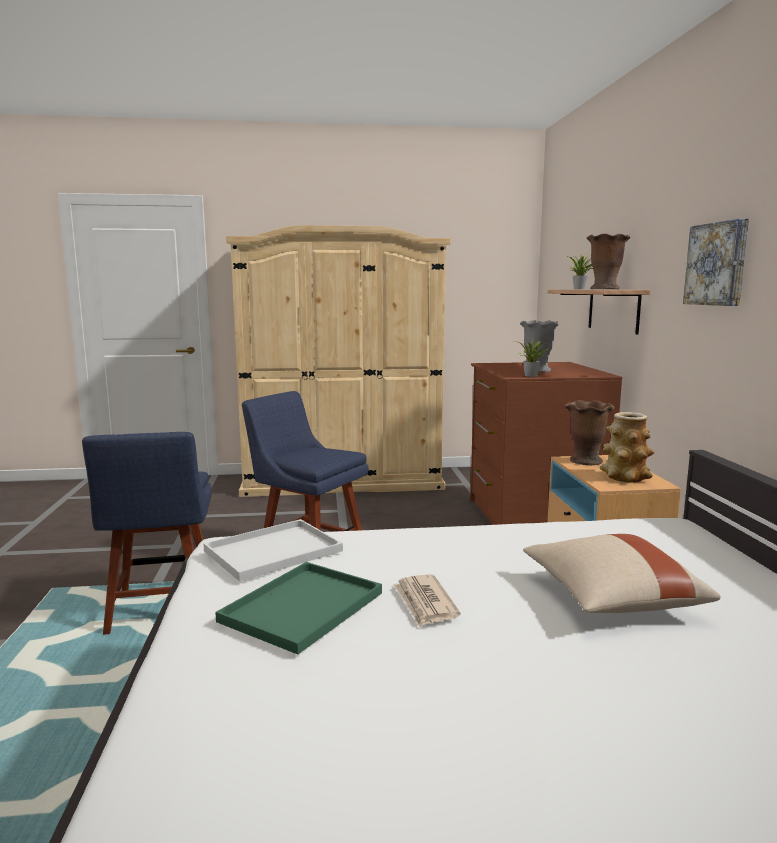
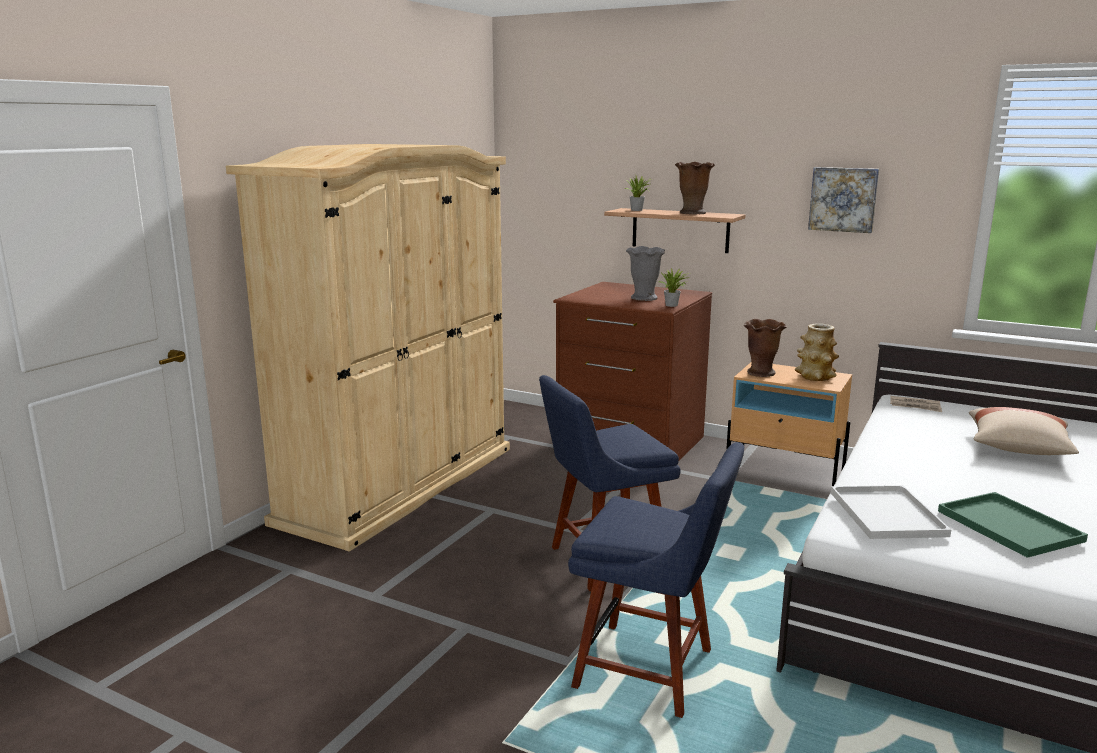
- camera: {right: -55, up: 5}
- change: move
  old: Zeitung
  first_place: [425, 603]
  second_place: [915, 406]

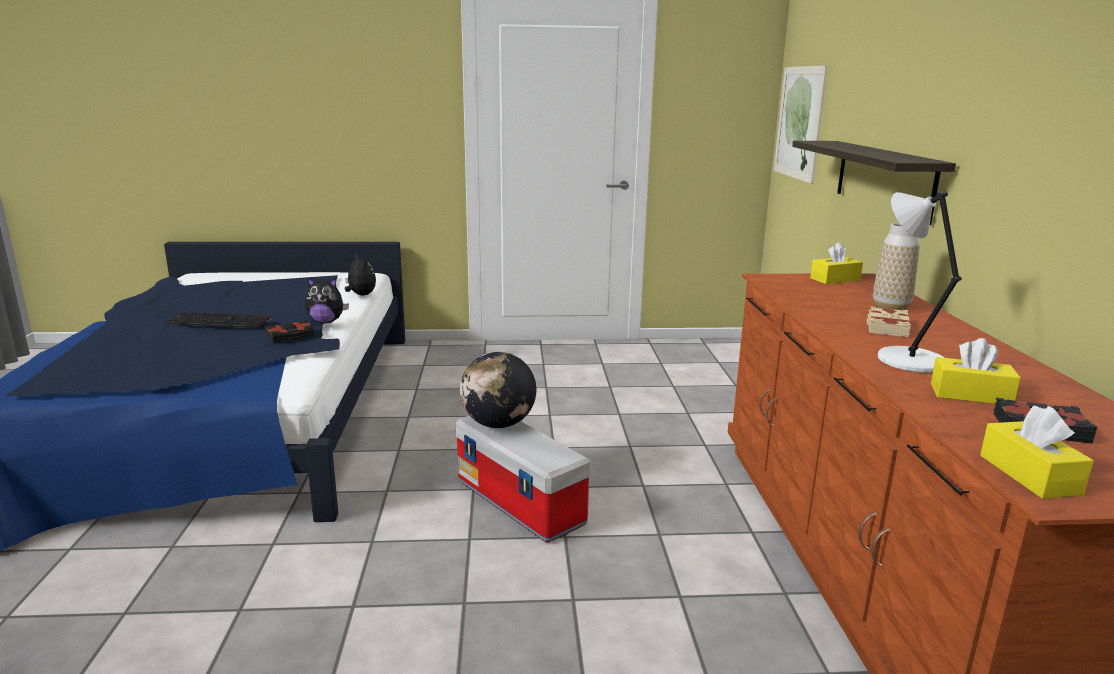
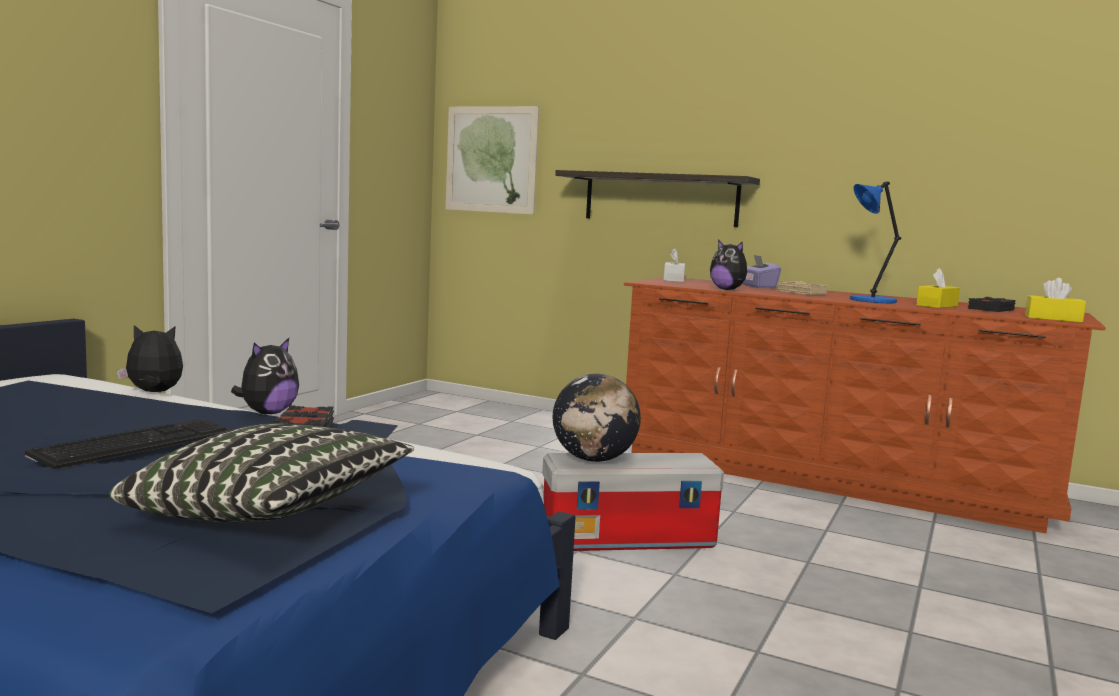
- camera: {right: -60, up: -10}
- change: recolor
  old: Taschentuchbox (gelb)
  new: Taschentuchbox (weiß)
  first_place: [835, 279]
  second_place: [673, 280]
- change: replace
  old: Vase
  new: Taschentuchbox (lila)
  first_place: [890, 307]
  second_place: [758, 287]
- change: recolor
  old: Tischlampe (weiß)
  new: Tischlampe (blau)
  first_place: [907, 360]
  second_place: [870, 300]
- change: insert
  new: Kissen
  second_place: [269, 515]
- change: insert
  new: Plüschtier
  second_place: [728, 290]

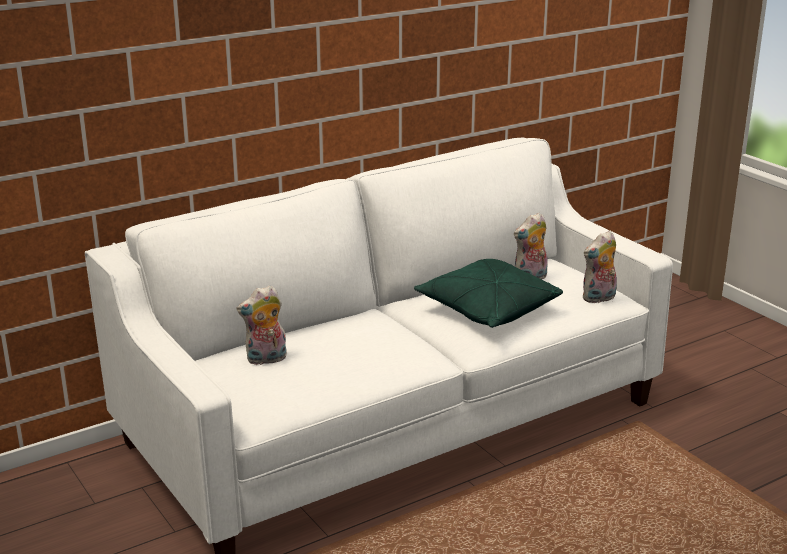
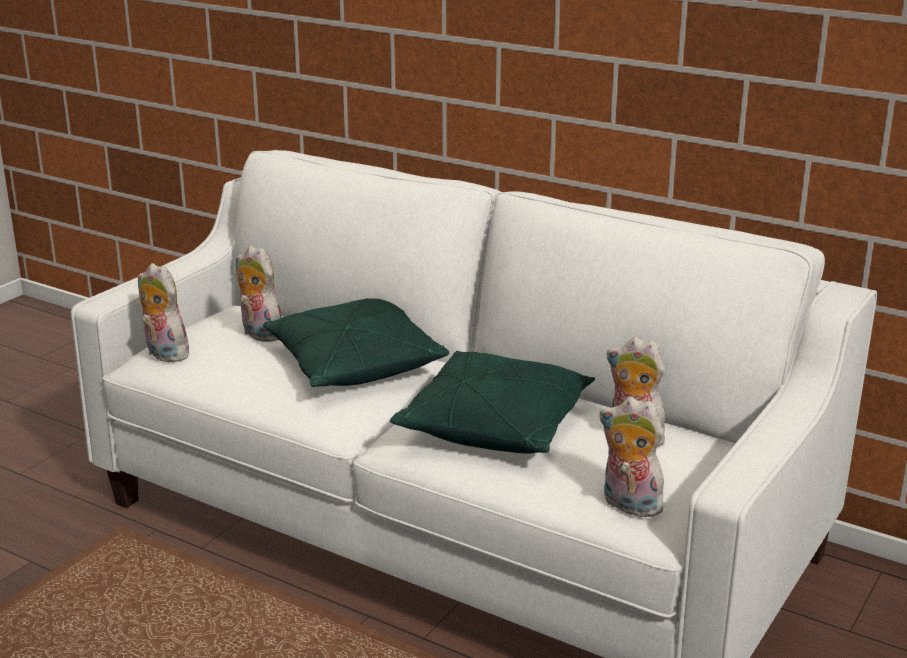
- camera: {right: 65, up: 0}
- change: insert
  new: Plüschtier
  second_place: [163, 354]
- change: insert
  new: Kissen (grün)
  second_place: [354, 365]

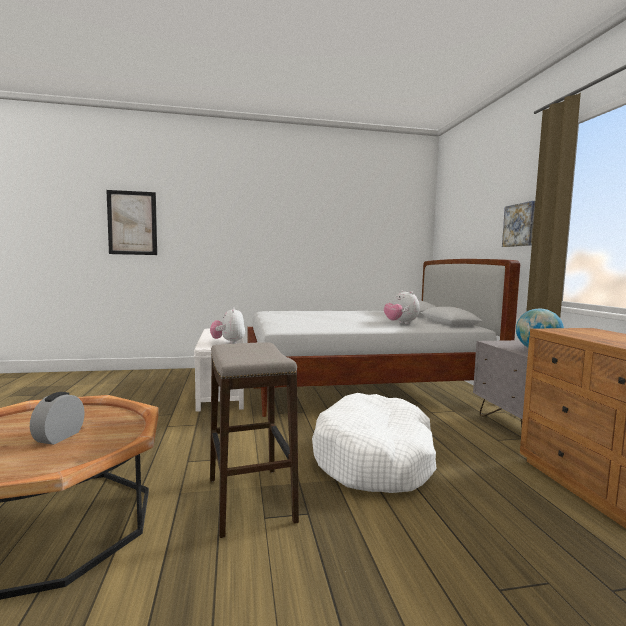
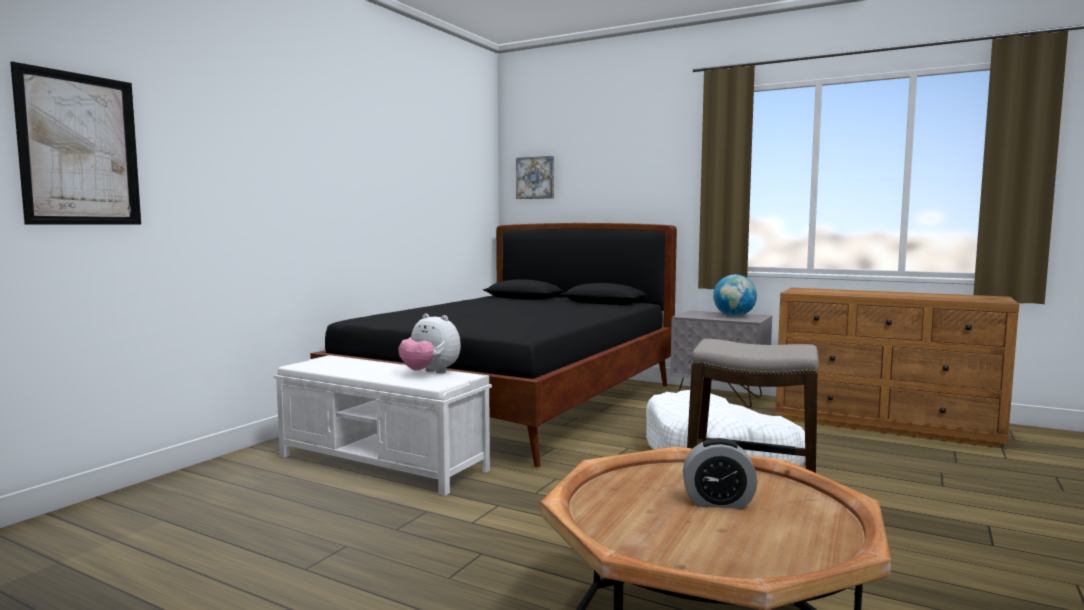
- camera: {right: -50, up: 0}
- change: rotate
  old: Wecker
  first_place: [59, 437]
  second_place: [718, 502]
  degrees: -45
- change: recolor
  old: Bett (weiß)
  new: Bett (schwarz)
  first_place: [360, 384]
  second_place: [515, 404]
- change: delete
  old: Plüschtier
  first_place: [401, 323]
- change: move
  old: Bild
  first_place: [521, 225]
  second_place: [536, 178]

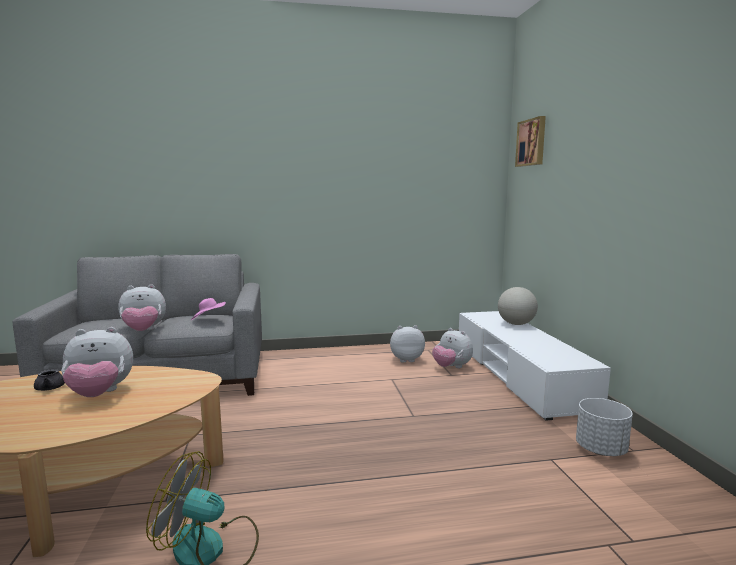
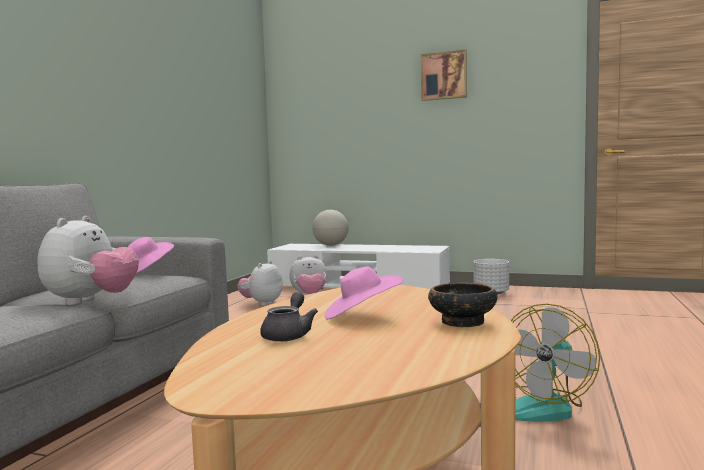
- camera: {right: -60, up: -5}
- change: replace
  old: Plüschtier
  new: Hut (rosa)
  first_place: [100, 394]
  second_place: [361, 316]
- change: move
  old: Bild
  first_place: [532, 142]
  second_place: [444, 76]
- change: insert
  new: Schüssel
  second_place: [462, 322]

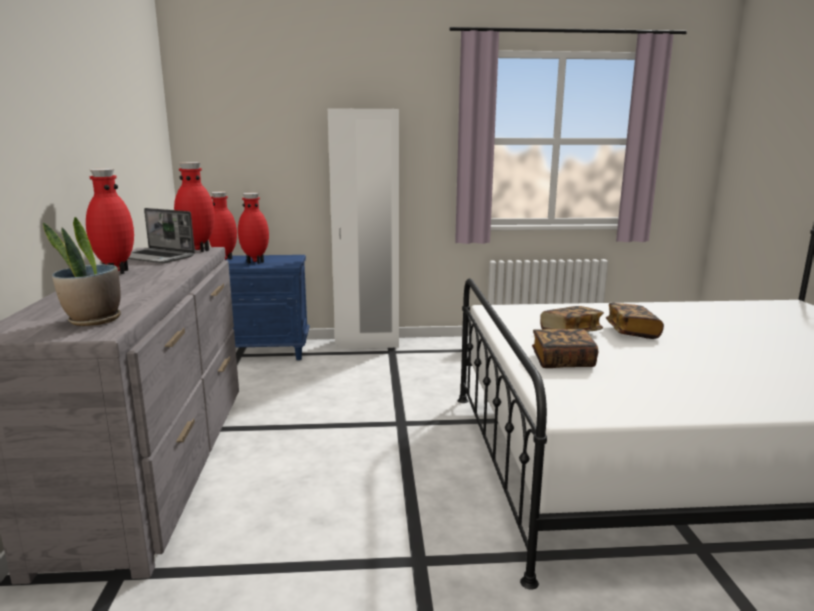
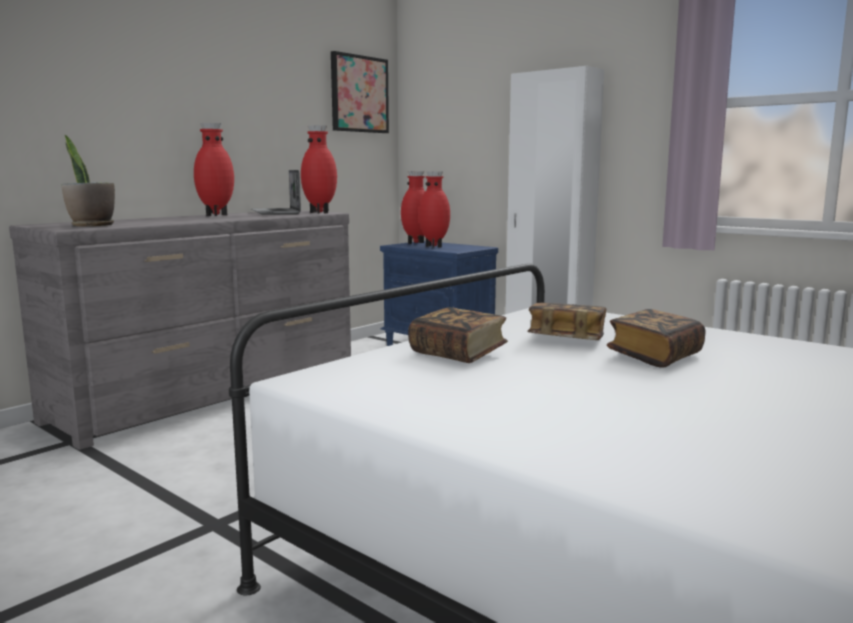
- camera: {right: 45, up: -5}
- change: insert
  new: Bild
  second_place: [359, 94]

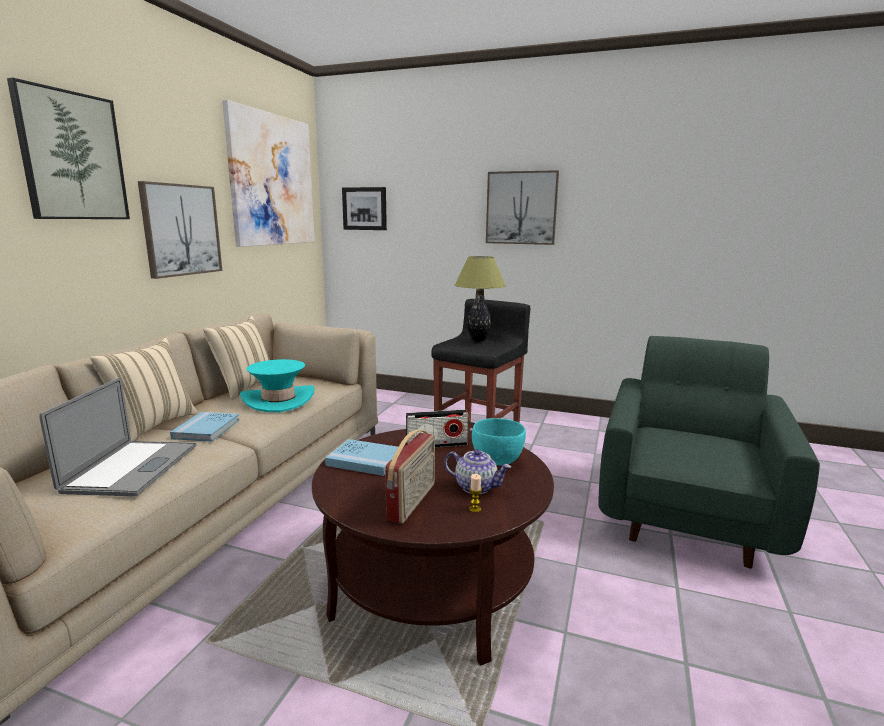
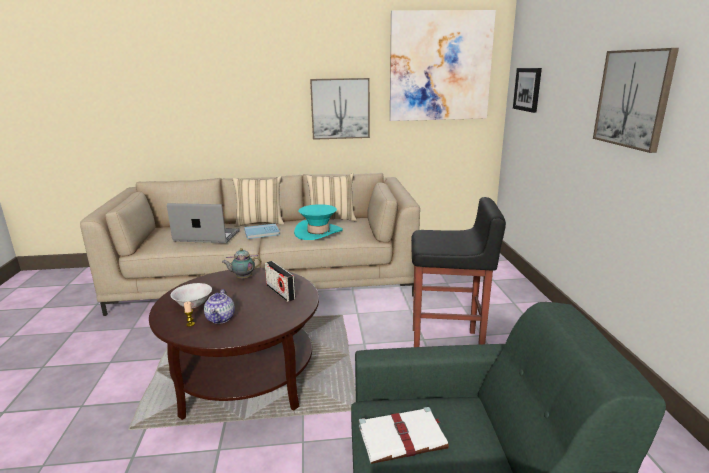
- camera: {right: 65, up: 5}
- change: delete
  old: Bild
  first_place: [72, 156]
- change: rotate
  old: Laptop
  first_place: [132, 468]
  second_place: [207, 236]
  degrees: -150
- change: replace
  old: Buch (blau)
  new: Teekanne
  first_place: [365, 460]
  second_place: [243, 278]
- change: replace
  old: Radio
  new: Schüssel (weiß)
  first_place: [413, 502]
  second_place: [193, 304]
- change: delete
  old: Tischlampe
  first_place: [478, 340]
- change: delete
  old: Schüssel (türkis)
  first_place: [496, 461]
- change: insert
  new: Buch (weiß)
  second_place: [403, 437]

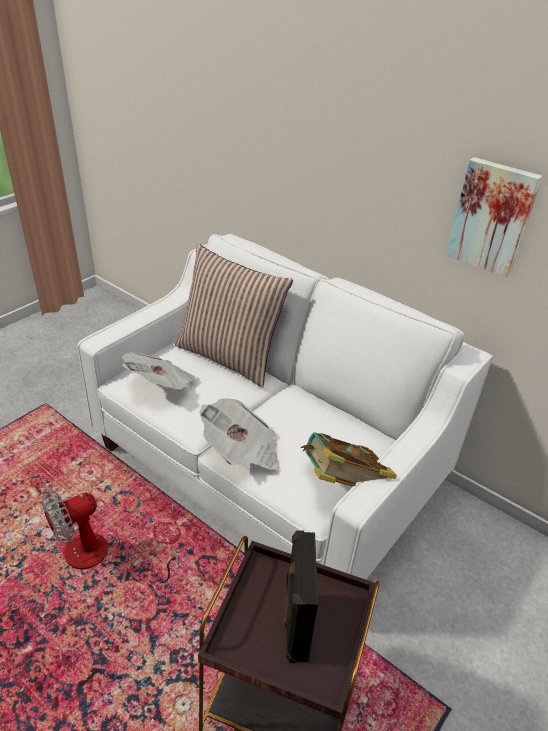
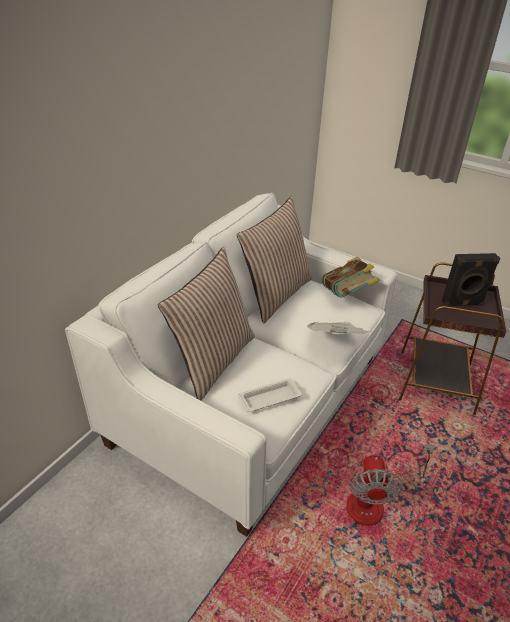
- camera: {right: -95, up: 0}
- change: rotate
  old: Ventilator
  first_place: [101, 557]
  second_place: [375, 501]
  degrees: 45
- change: replace
  old: Zeitung
  new: Tablett (weiß)
  first_place: [163, 386]
  second_place: [271, 398]
- change: delete
  old: Bild
  first_place: [492, 216]
- change: insert
  new: Kissen
  second_place: [275, 294]

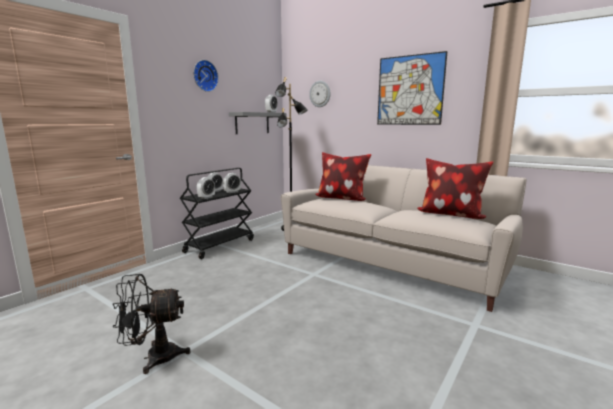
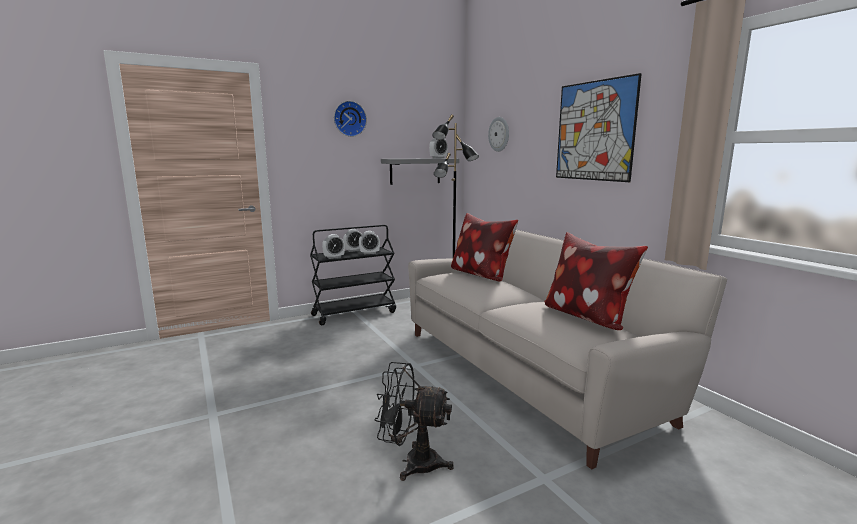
- camera: {right: 25, up: 0}
- change: move
  old: Ventilator (schwarz)
  first_place: [153, 357]
  second_place: [412, 462]

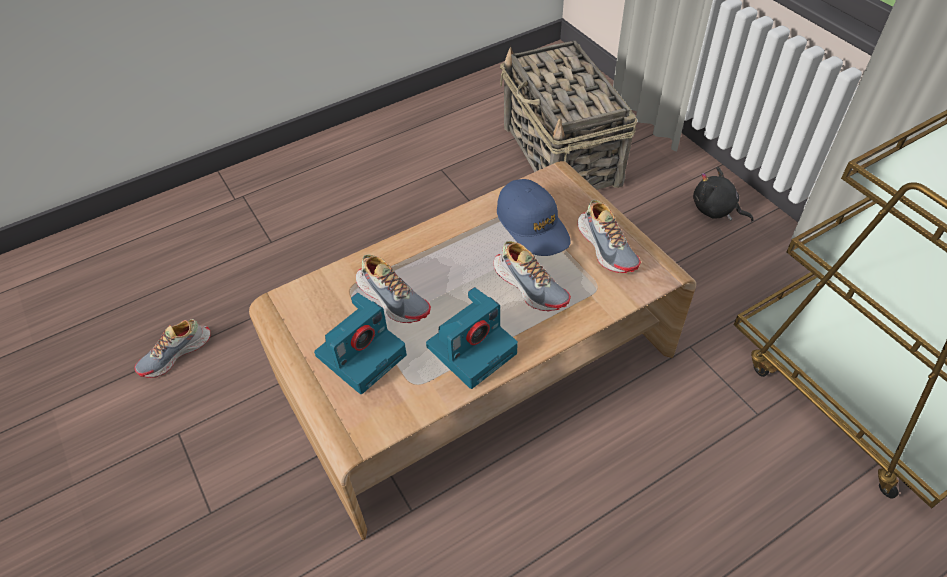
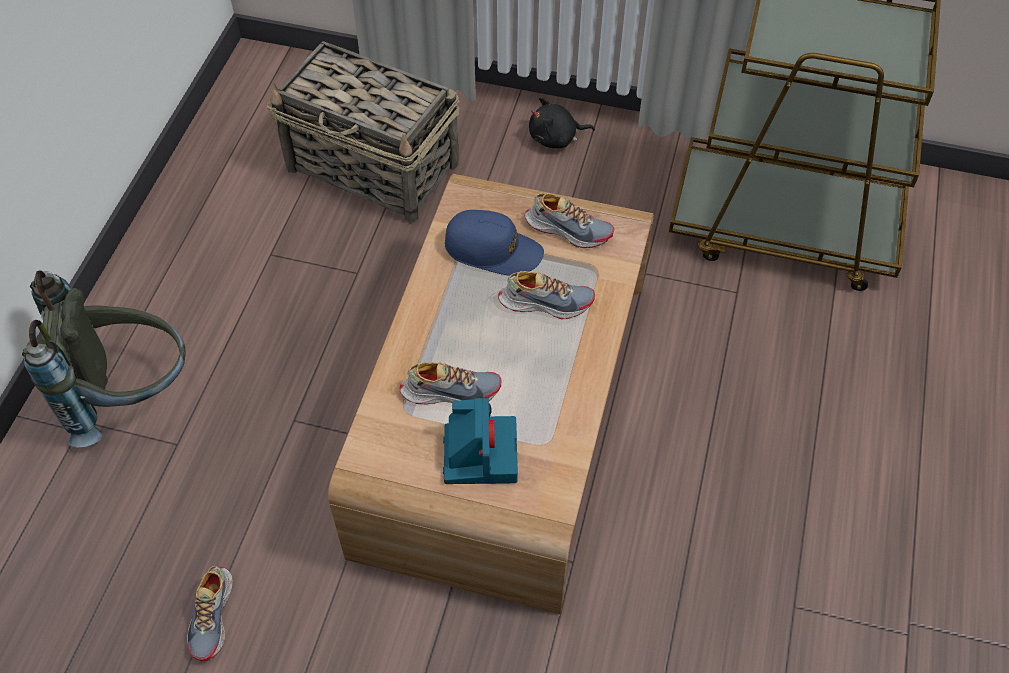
- camera: {right: -45, up: 5}
- change: delete
  old: Kamera
  first_place: [472, 348]
- change: insert
  new: Rucksack (grau)
  second_place: [131, 396]

